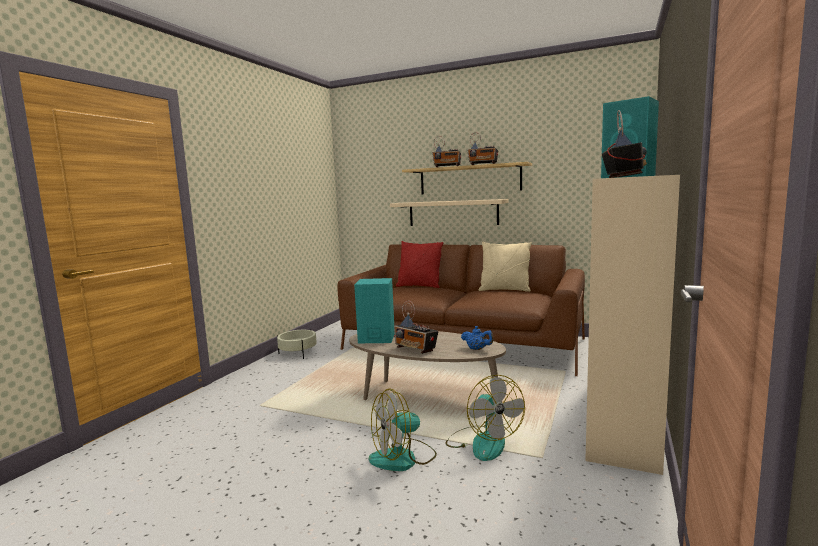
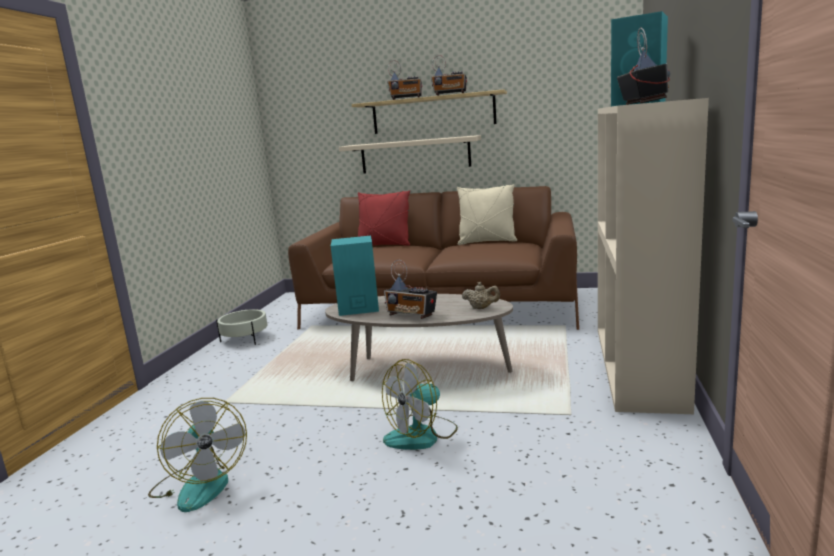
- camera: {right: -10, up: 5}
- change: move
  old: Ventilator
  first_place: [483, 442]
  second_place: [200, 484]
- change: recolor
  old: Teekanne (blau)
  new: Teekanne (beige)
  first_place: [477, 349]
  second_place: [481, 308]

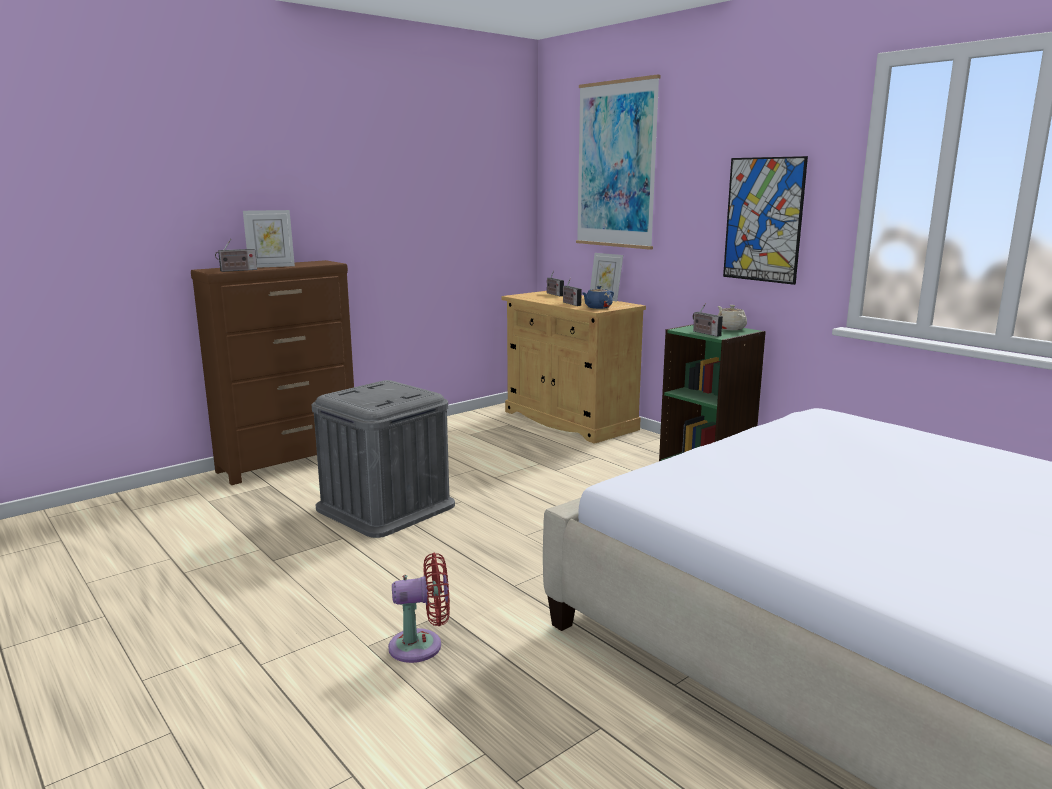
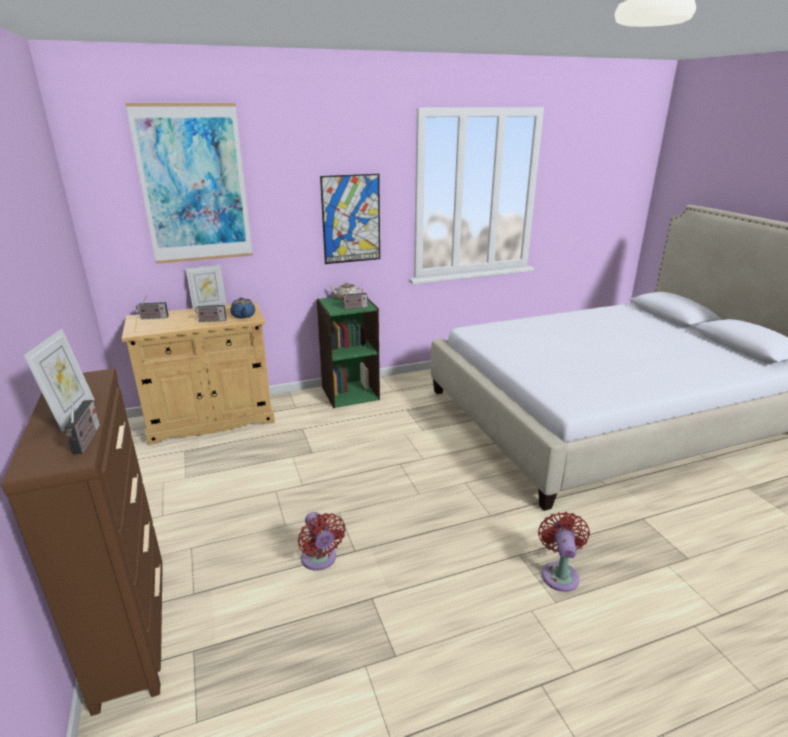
- camera: {right: -70, up: 10}
- change: replace
  old: Aufbewahrungsbox (grau)
  new: Ventilator (rot)
  first_place: [386, 506]
  second_place: [320, 560]

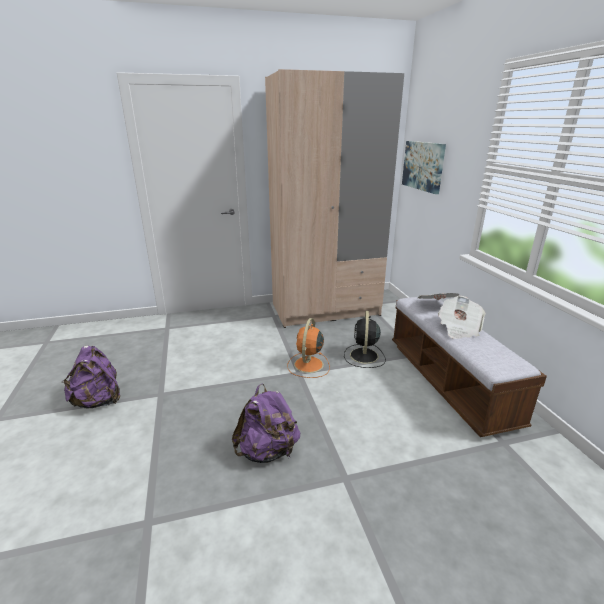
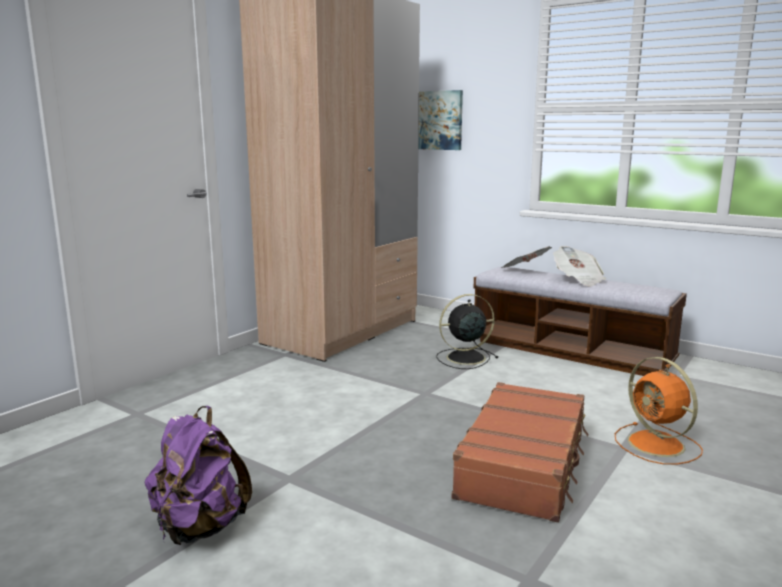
- camera: {right: -40, up: -10}
- change: replace
  old: Rucksack (lila)
  new: Koffer (braun)
  first_place: [267, 451]
  second_place: [524, 464]
- change: move
  old: Ventilator (orange)
  first_place: [308, 365]
  second_place: [658, 445]
- change: rotate
  old: Ventilator (schwarz)
  first_place: [364, 356]
  second_place: [464, 358]
  degrees: 105

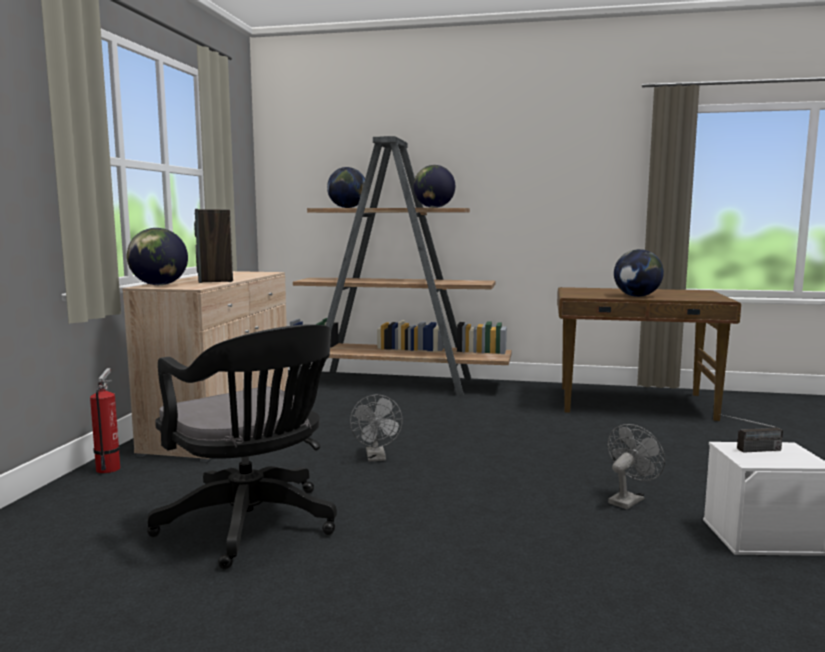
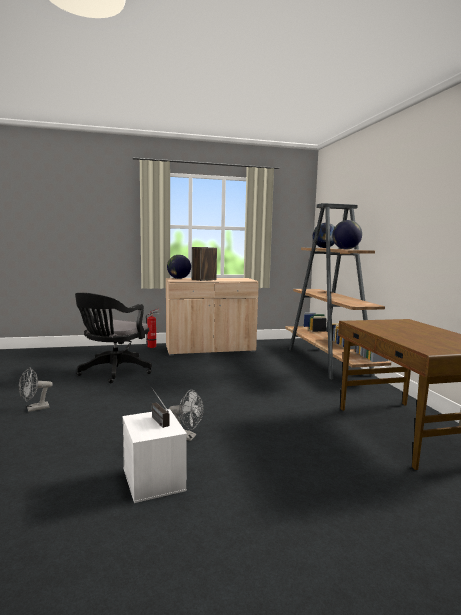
- camera: {right: 65, up: 0}
- change: move
  old: Ventilator (grau)
  first_place: [376, 458]
  second_place: [34, 409]
- change: delete
  old: Globus
  first_place: [637, 296]

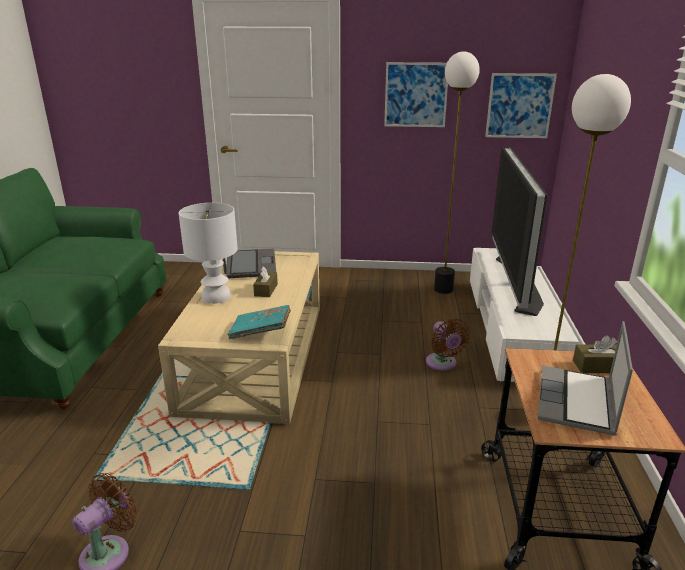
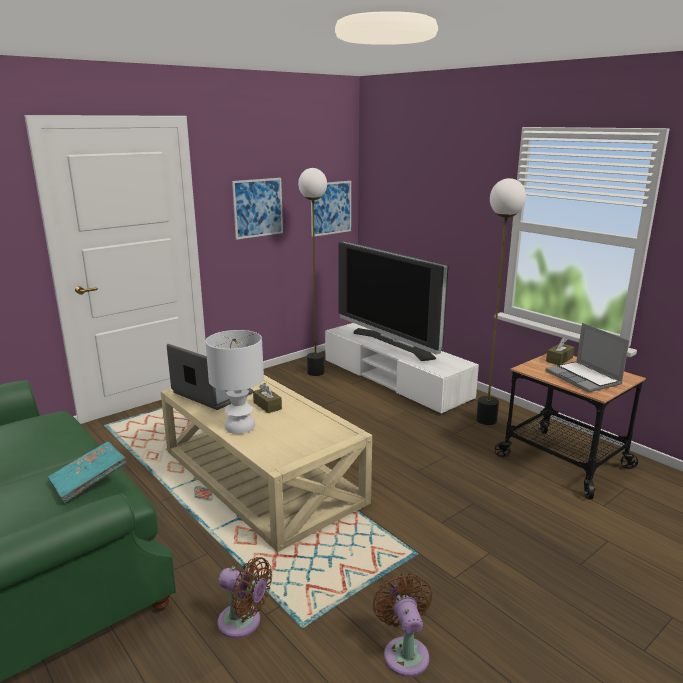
- camera: {right: -45, up: -5}
- change: move
  old: Buch (türkis)
  first_place: [261, 331]
  second_place: [89, 481]
- change: move
  old: Ventilator (braun)
  first_place: [442, 364]
  second_place: [243, 623]

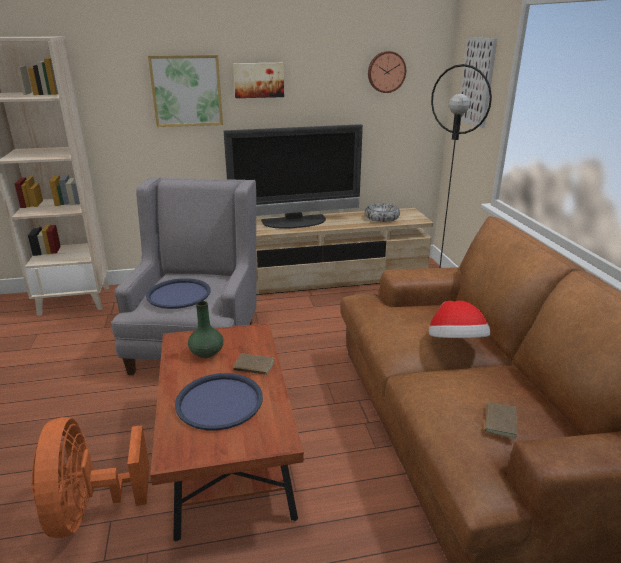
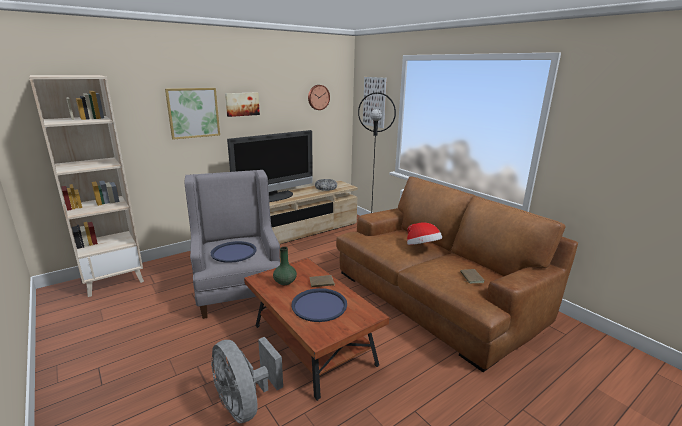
- camera: {right: -25, up: -5}
- change: recolor
  old: Ventilator (orange)
  new: Ventilator (grau)
  first_place: [90, 509]
  second_place: [245, 403]

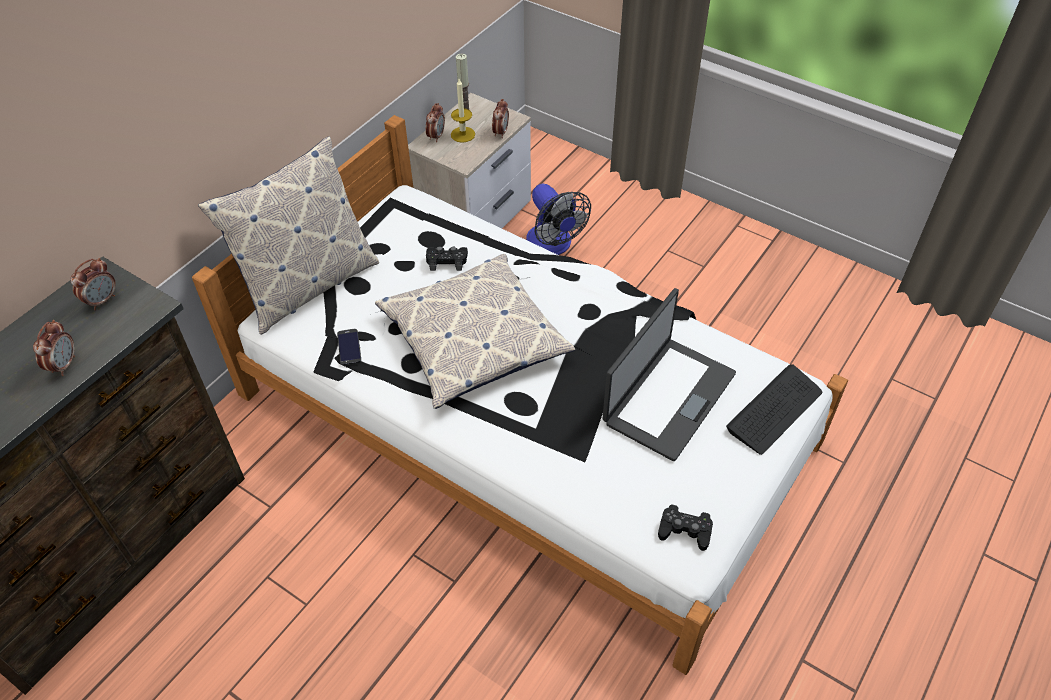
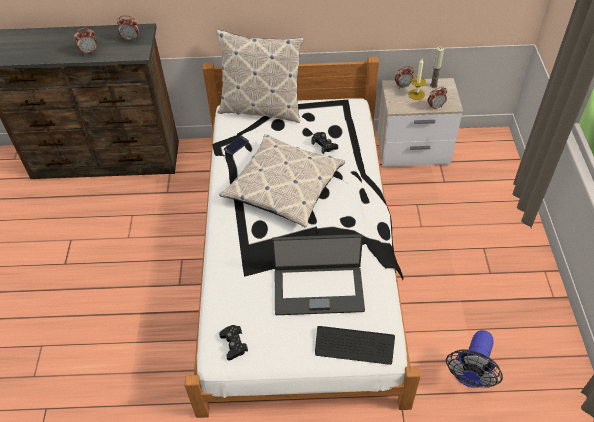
- camera: {right: 55, up: 0}
- change: move
  old: Ventilator
  first_place: [553, 245]
  second_place: [470, 376]

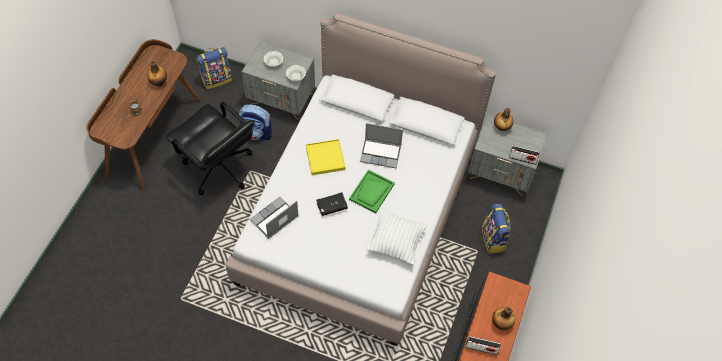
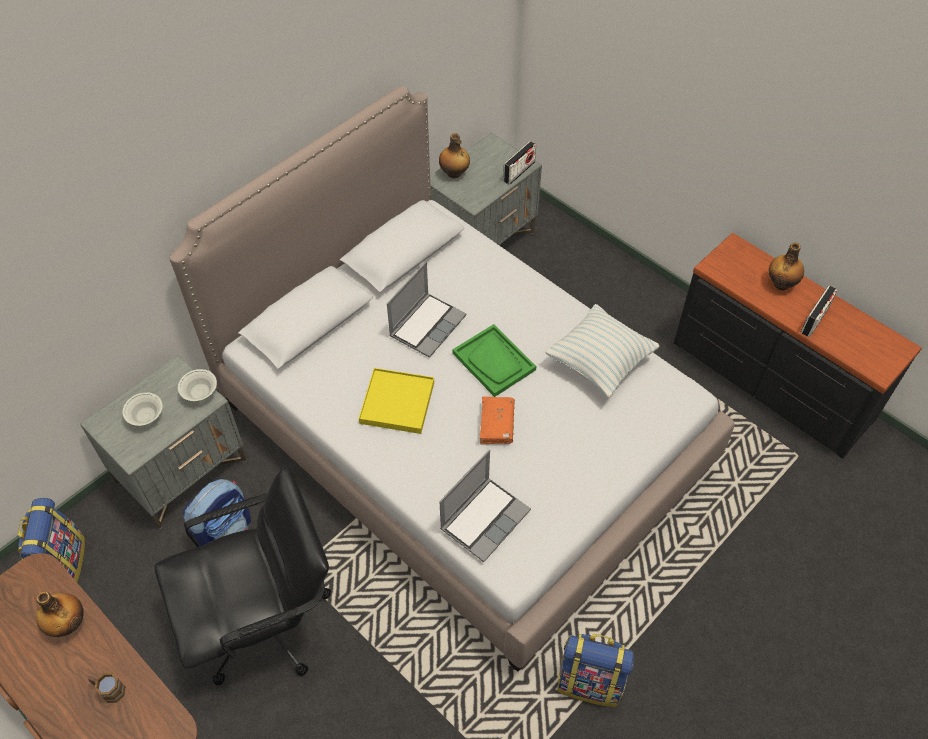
- camera: {right: -65, up: -5}
- change: rotate
  old: Laptop
  first_place: [274, 219]
  second_place: [485, 518]
  degrees: -120
- change: recolor
  old: Buch (schwarz)
  new: Buch (orange)
  first_place: [332, 206]
  second_place: [497, 424]
- change: move
  old: Rucksack
  first_place: [494, 239]
  second_place: [590, 681]

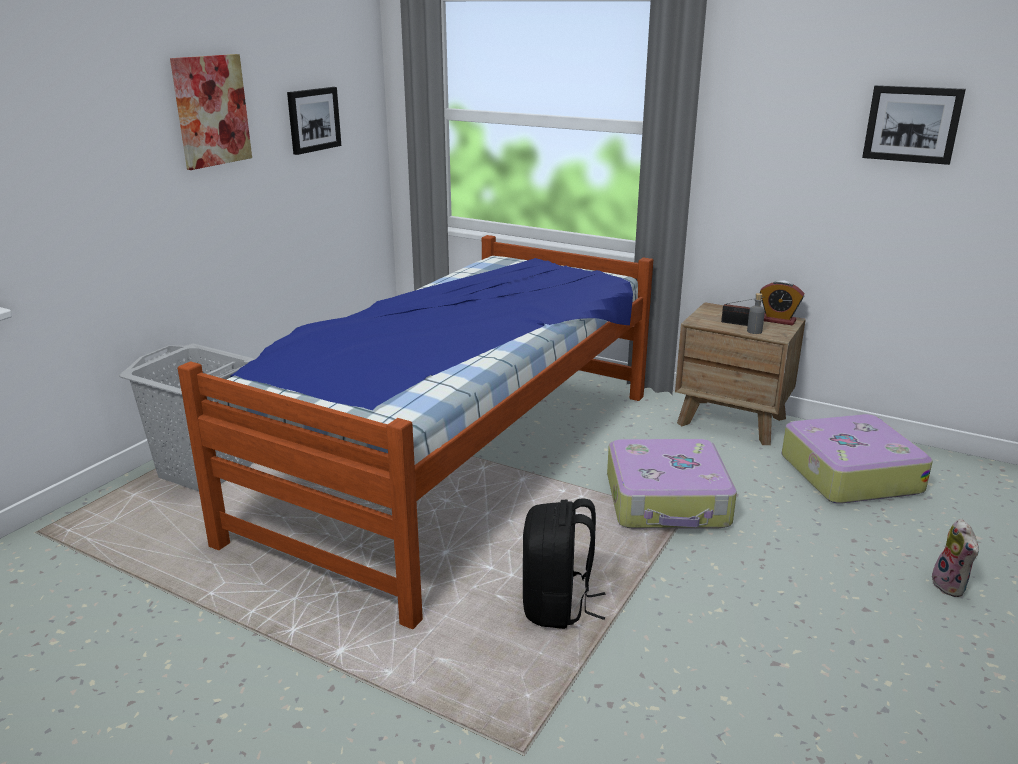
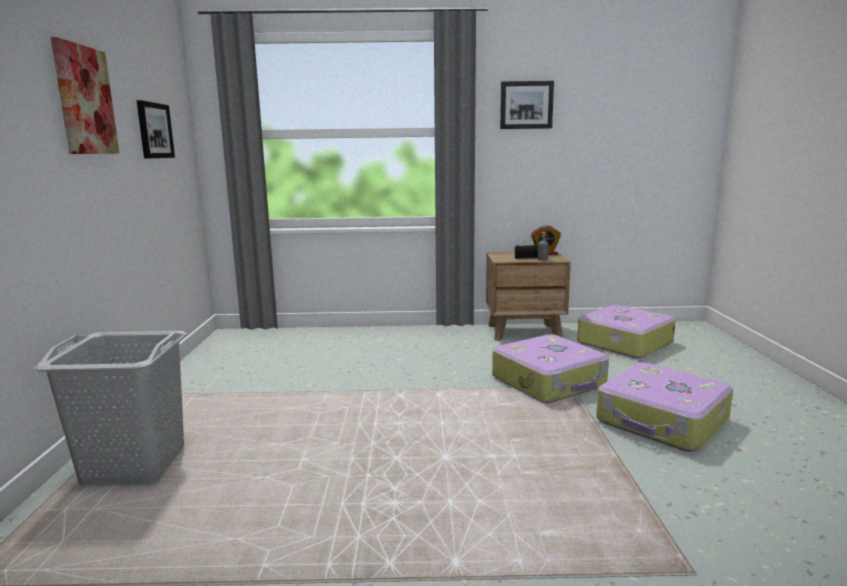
- camera: {right: -30, up: -10}
- change: delete
  old: Bett
  first_place: [458, 460]
- change: delete
  old: Rucksack (schwarz)
  first_place: [557, 606]
- change: move
  old: Bild
  first_place: [912, 124]
  second_place: [526, 105]
- change: delete
  old: Plüschtier
  first_place: [951, 586]
- change: insert
  new: Koffer
  second_place: [662, 421]

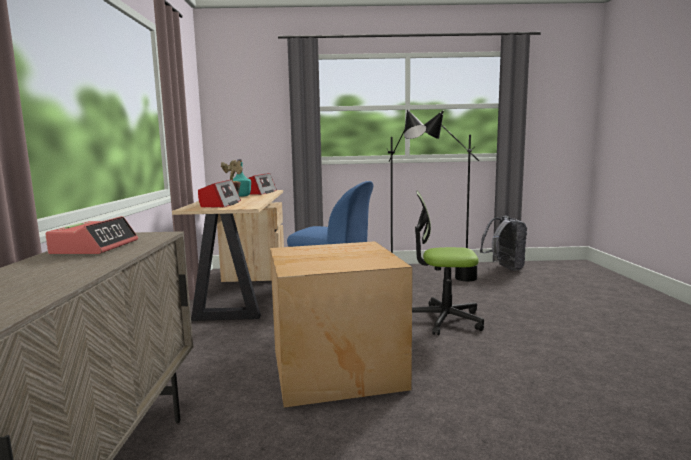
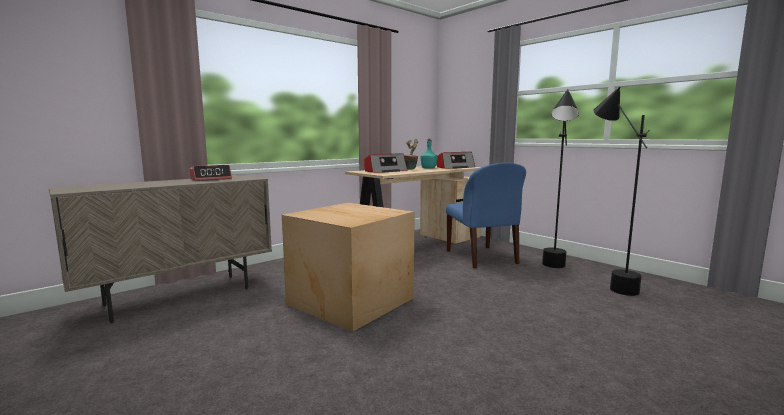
- camera: {right: 50, up: 0}
- change: delete
  old: Bürostuhl
  first_place: [444, 319]
- change: delete
  old: Rucksack (grau)
  first_place: [504, 268]

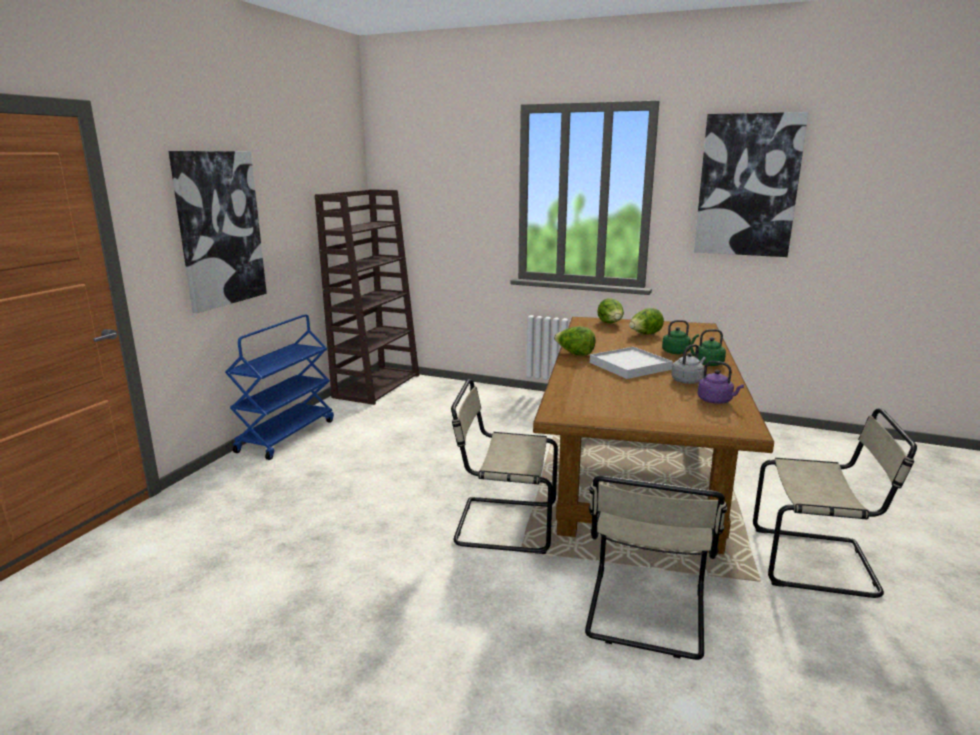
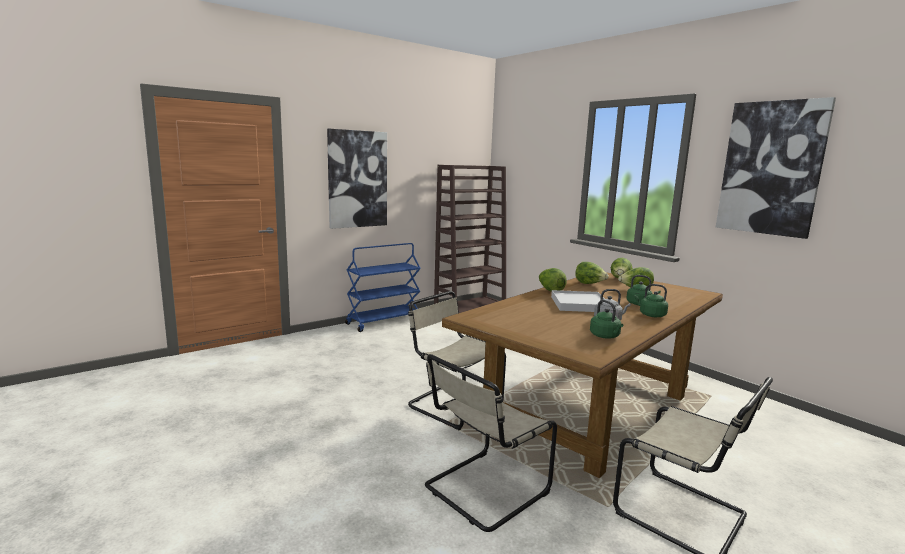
- camera: {right: 30, up: -5}
- change: recolor
  old: Wasserkessel (lila)
  new: Wasserkessel (grün)
  first_place: [716, 401]
  second_place: [605, 336]
- change: insert
  new: Salatkopf
  second_place: [589, 284]

